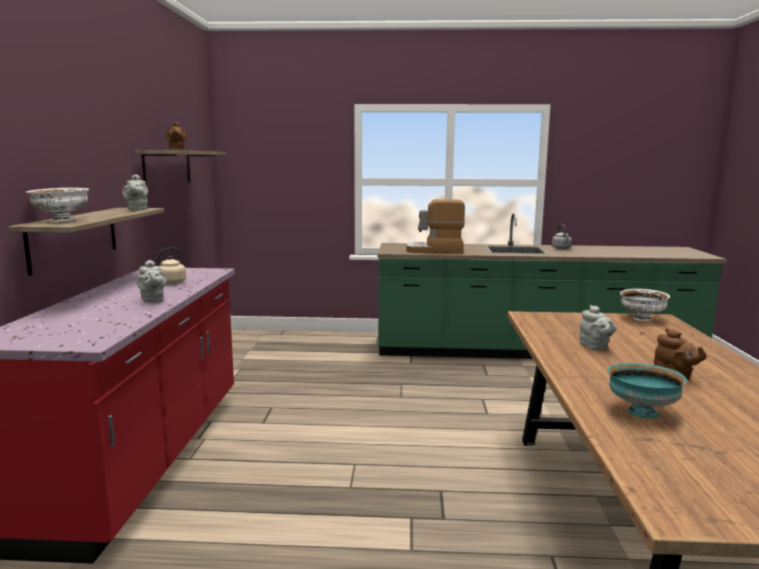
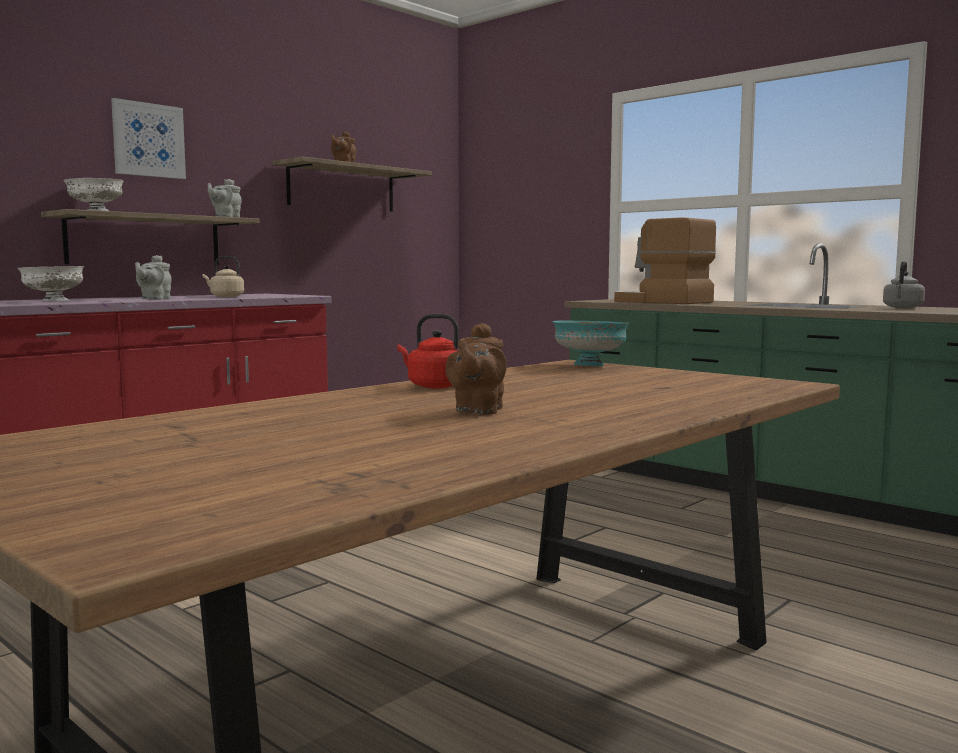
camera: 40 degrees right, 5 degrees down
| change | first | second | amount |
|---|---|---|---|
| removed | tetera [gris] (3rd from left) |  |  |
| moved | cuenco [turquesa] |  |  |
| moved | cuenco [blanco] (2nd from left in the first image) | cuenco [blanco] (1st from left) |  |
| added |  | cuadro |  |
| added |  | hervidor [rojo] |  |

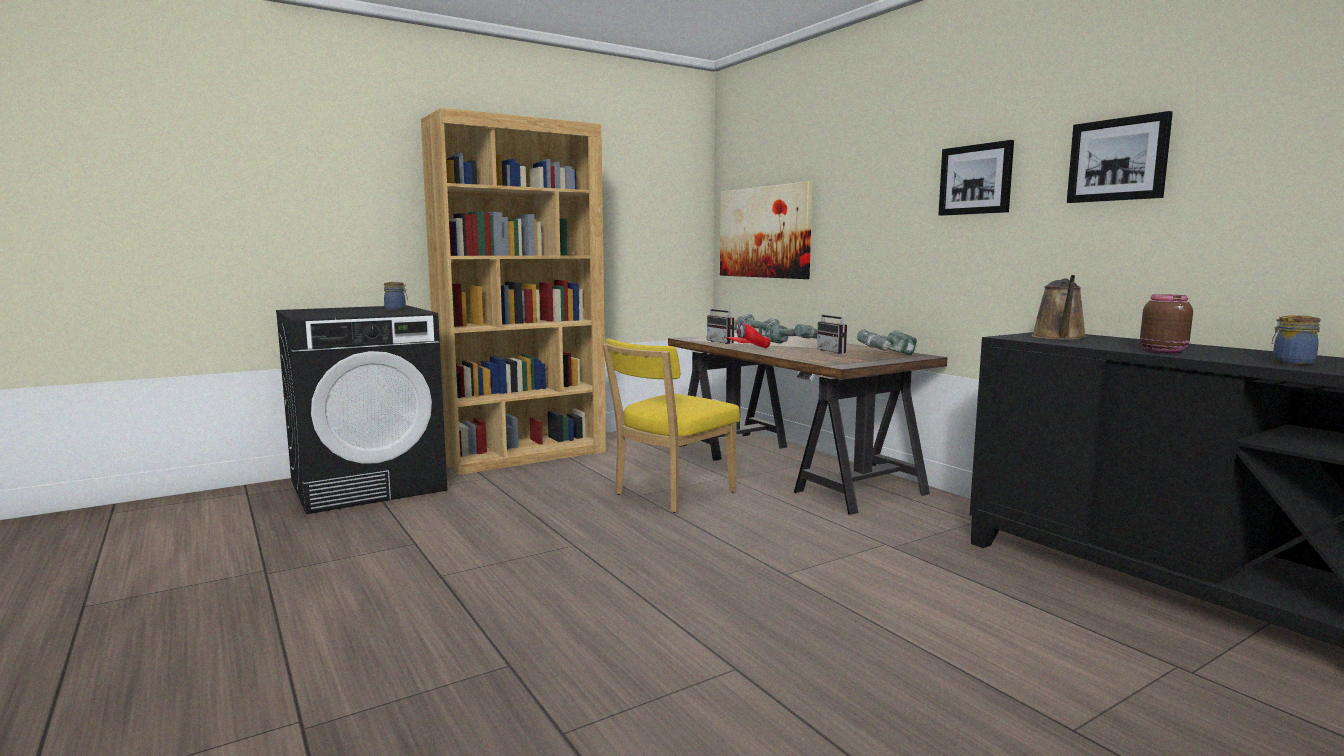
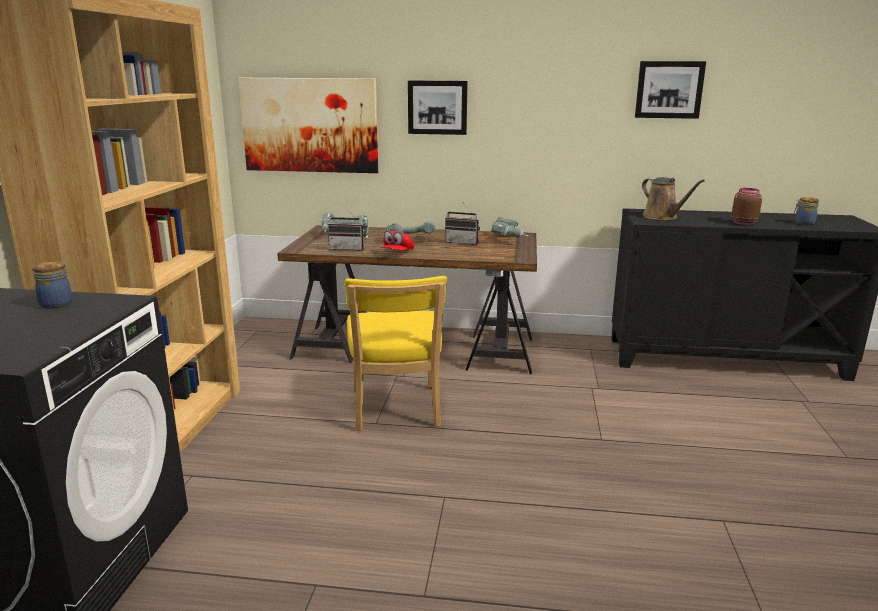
camera: 50 degrees left, 10 degrees up
| change | first | second | amount |
|---|---|---|---|
| moved | cuadro (2nd from left) |  |  |

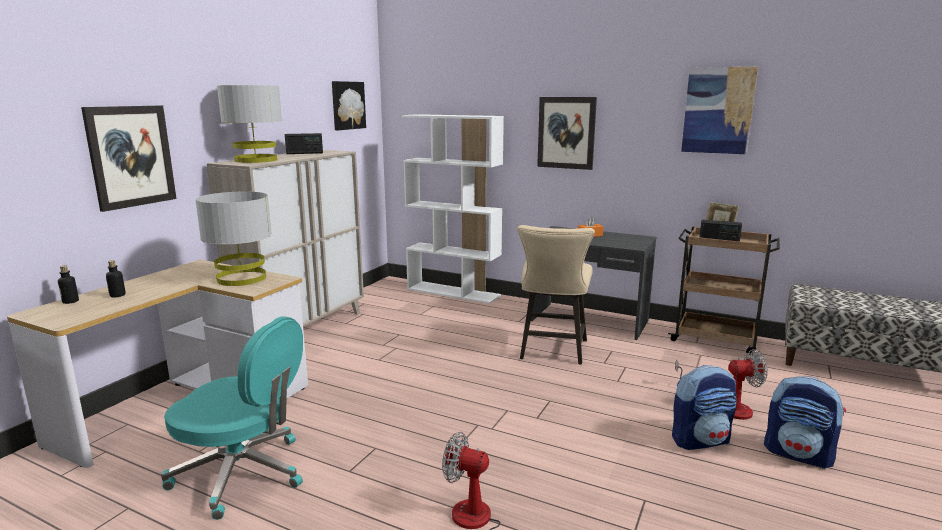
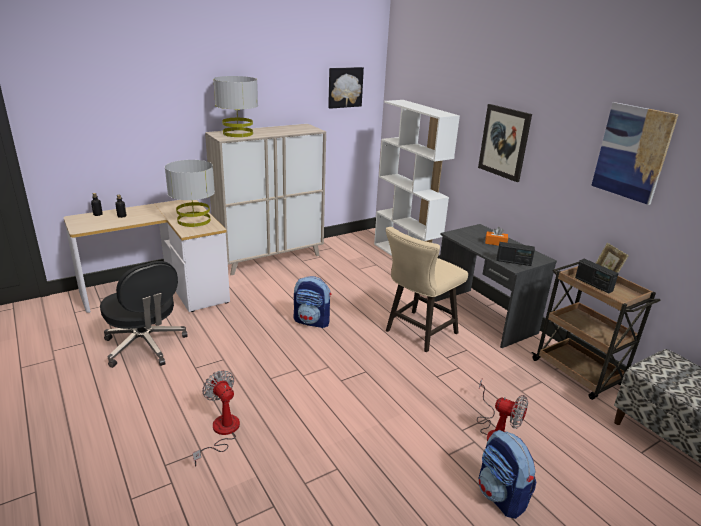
camera: 30 degrees right, 10 degrees up
| change | first | second | amount |
|---|---|---|---|
| removed | cuadro (1st from left) |  |  |
| recoloured | silla de oficina [turquesa] | silla de oficina [negro] |  |
| moved | radio (1st from left) |  |  |
| moved | mochila (1st from left) |  |  |

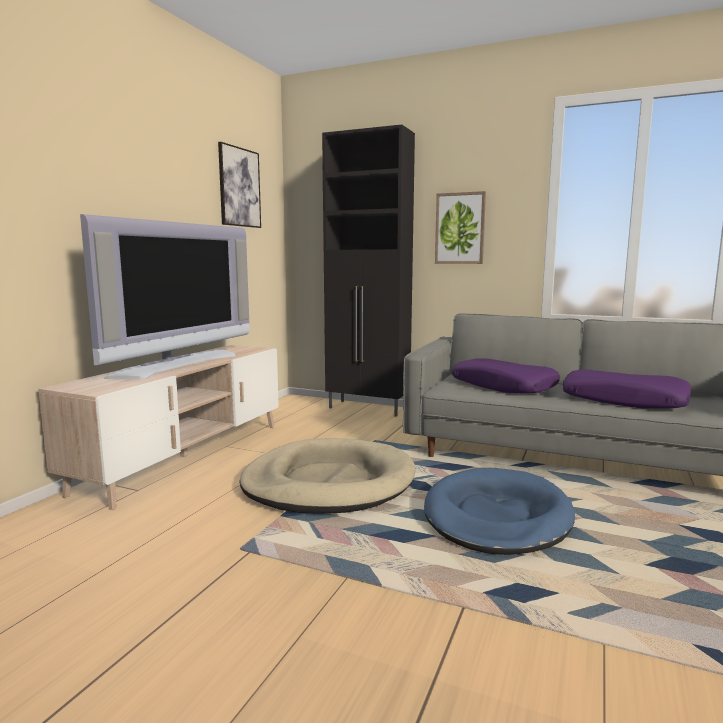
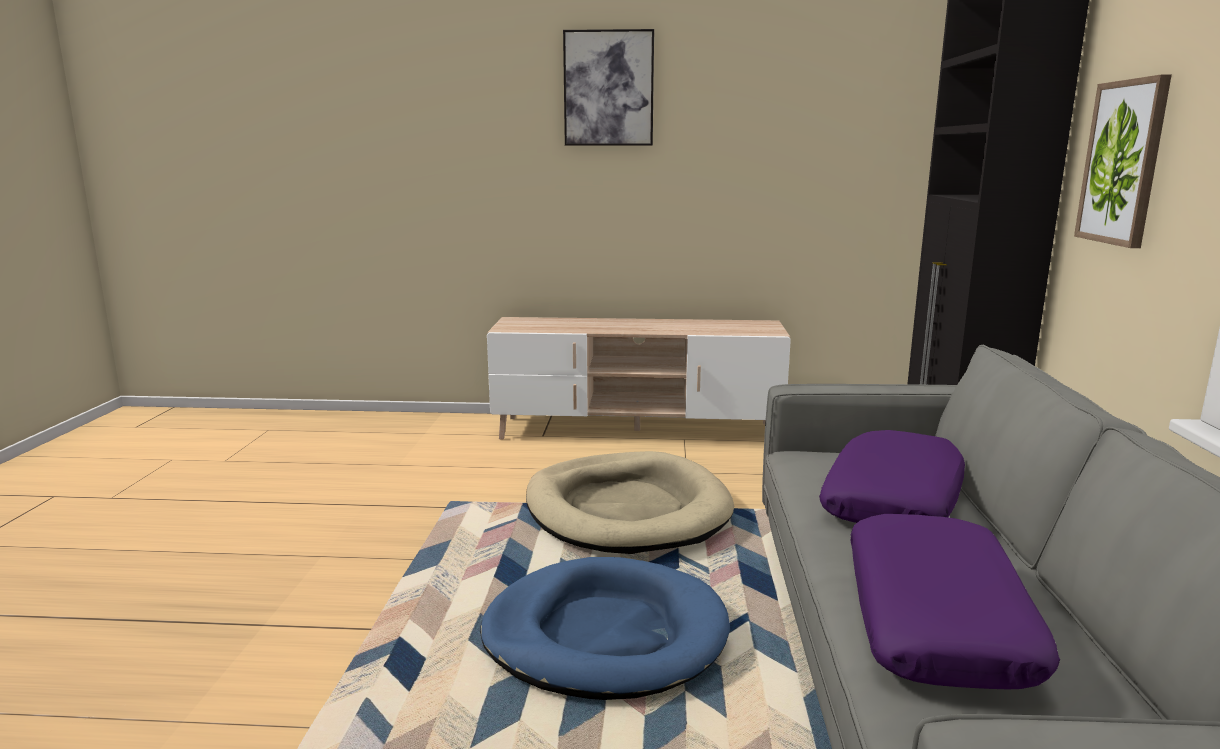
camera: 70 degrees right, 5 degrees up
| change | first | second | amount |
|---|---|---|---|
| removed | televisor |  |  |
| moved | cuadro (1st from left) |  |  |

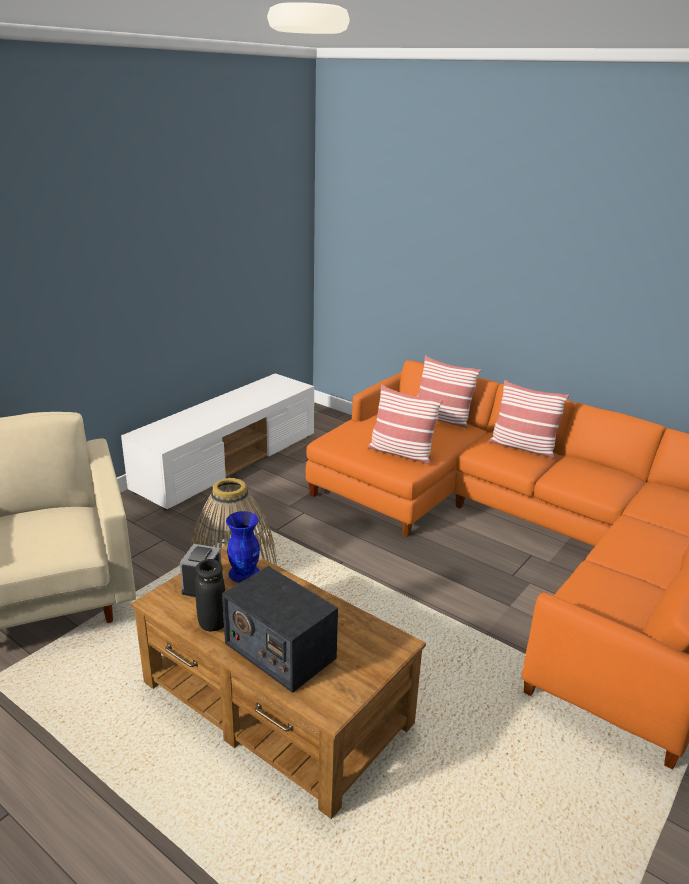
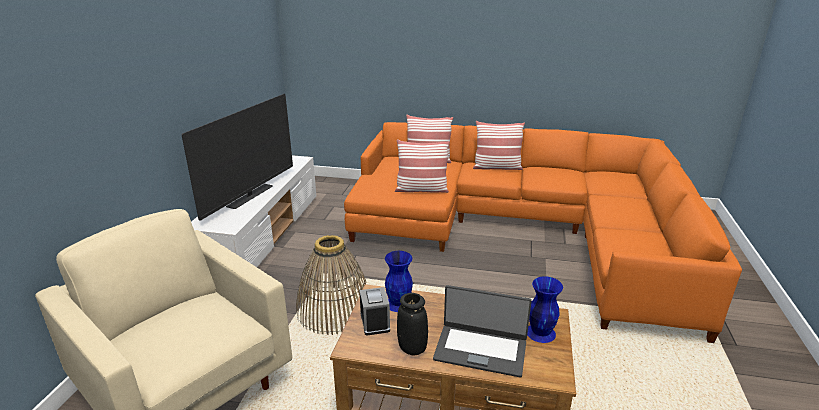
camera: 25 degrees left, 0 degrees up
| change | first | second | amount |
|---|---|---|---|
| replaced | radio | portátil |  |
| added |  | televisor |  |
| added |  | florero [azul] (2nd from left) |  |

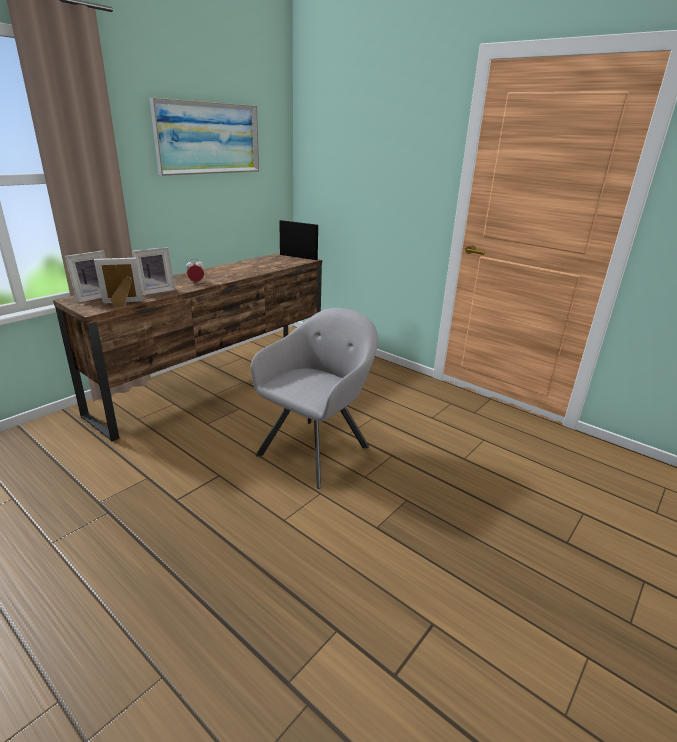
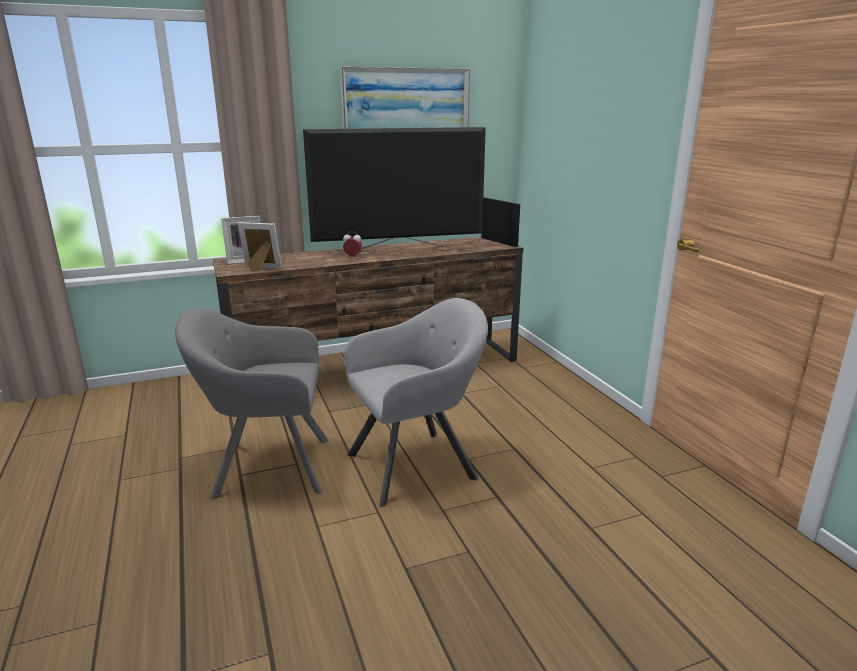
camera: 30 degrees right, 5 degrees down
| change | first | second | amount |
|---|---|---|---|
| removed | portarretratos (3rd from left) |  |  |
| added |  | sillón [gris] (1st from left) |  |
| added |  | televisor |  |

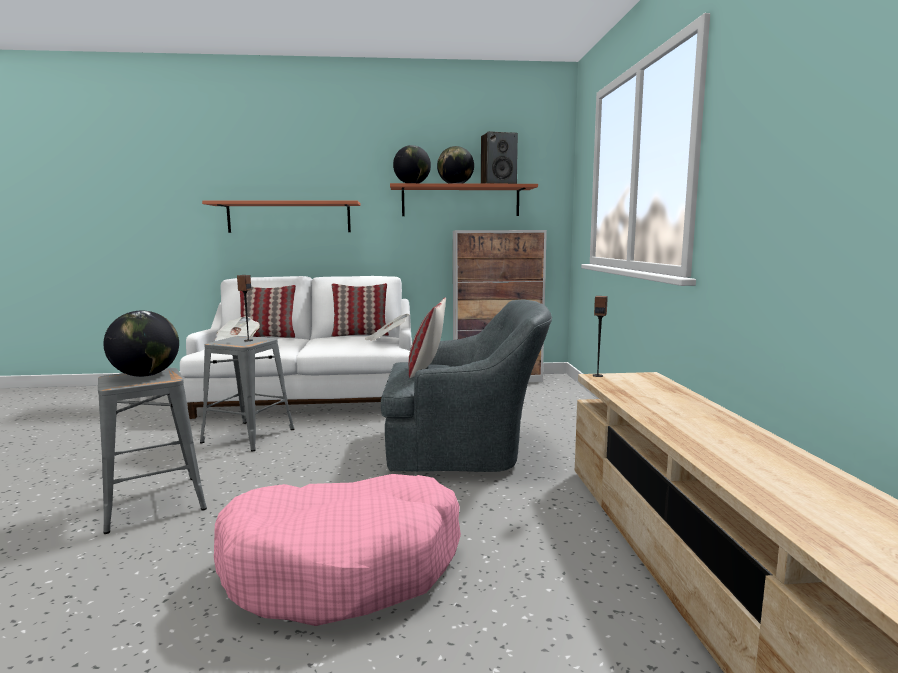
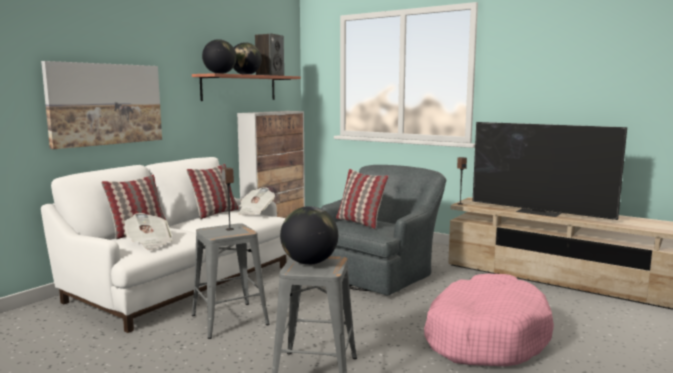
camera: 50 degrees left, 0 degrees up
| change | first | second | amount |
|---|---|---|---|
| replaced | estante (1st from left) | cuadro |  |
| added |  | televisor |  |

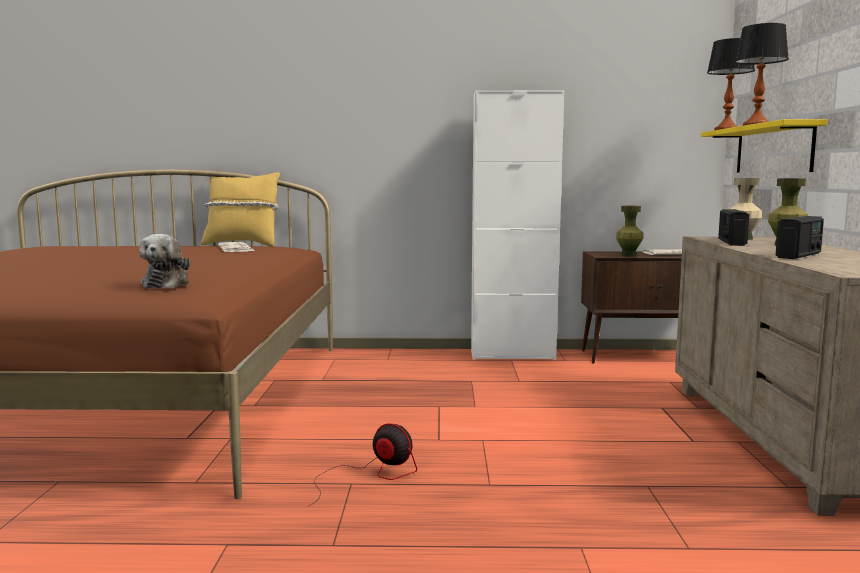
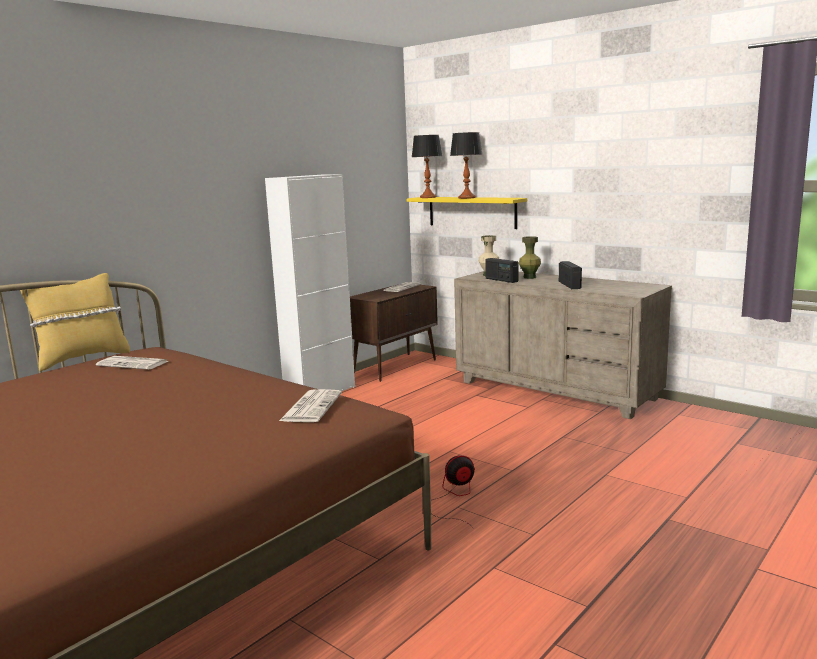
camera: 50 degrees left, 5 degrees up
| change | first | second | amount |
|---|---|---|---|
| replaced | peluche | periódico (2nd from left) |  |
| removed | florero [verde] (1st from left) |  |  |

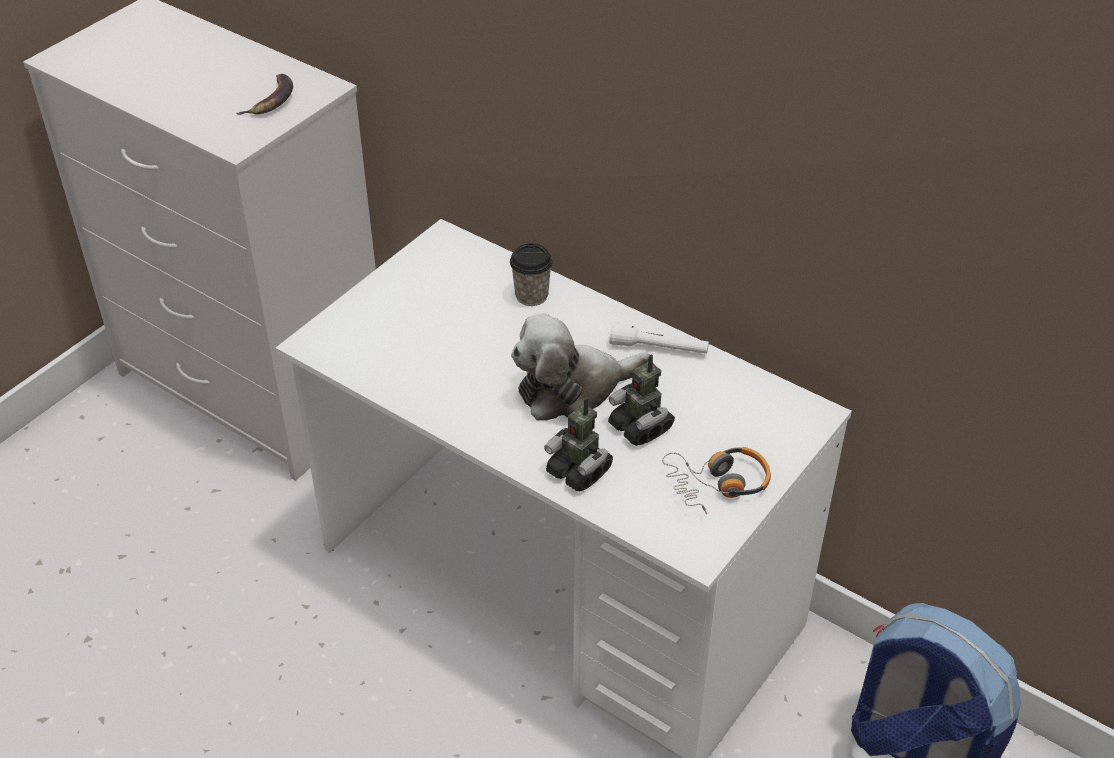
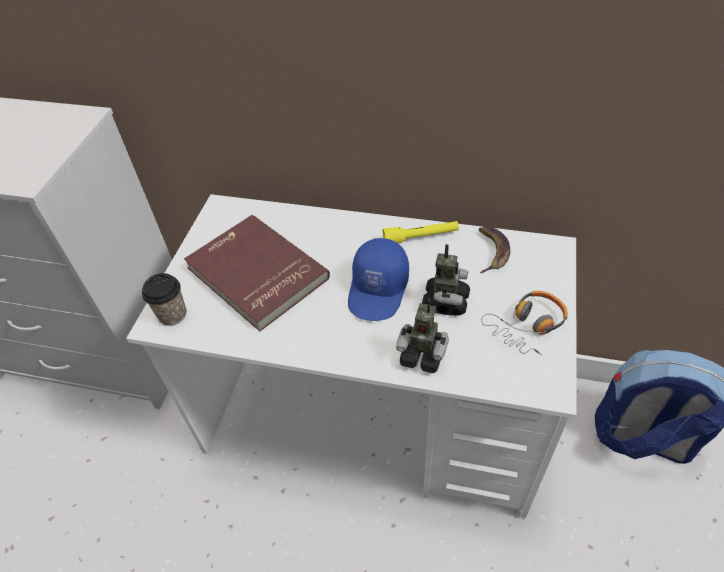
camera: 20 degrees left, 5 degrees up
| change | first | second | amount |
|---|---|---|---|
| moved | plátano |  |  |
| moved | taza |  |  |
| replaced | peluche | gorra [azul] |  |
| turned | robot de juguete (2nd from left) |  | 105 degrees counterclockwise |
| recoloured | linterna [blanco] | linterna [amarillo] |  |
| added |  | libro [rojo] |  |

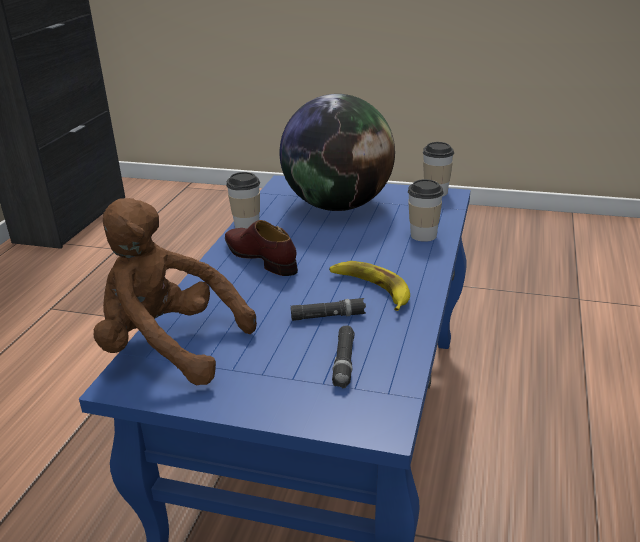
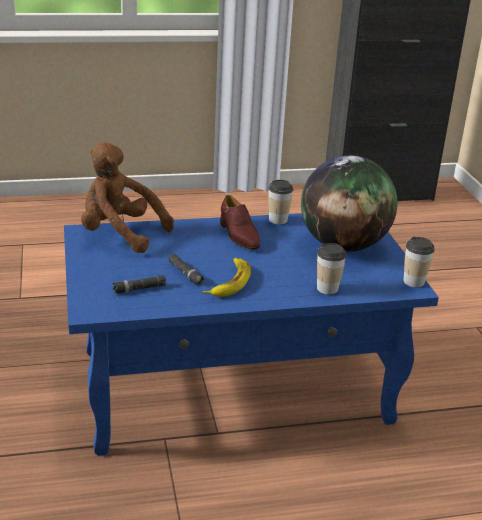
camera: 60 degrees right, 0 degrees up
| change | first | second | amount |
|---|---|---|---|
| turned | peluche [marrón] |  | 60 degrees counterclockwise |
| turned | zapato [marrón] |  | 135 degrees clockwise |

